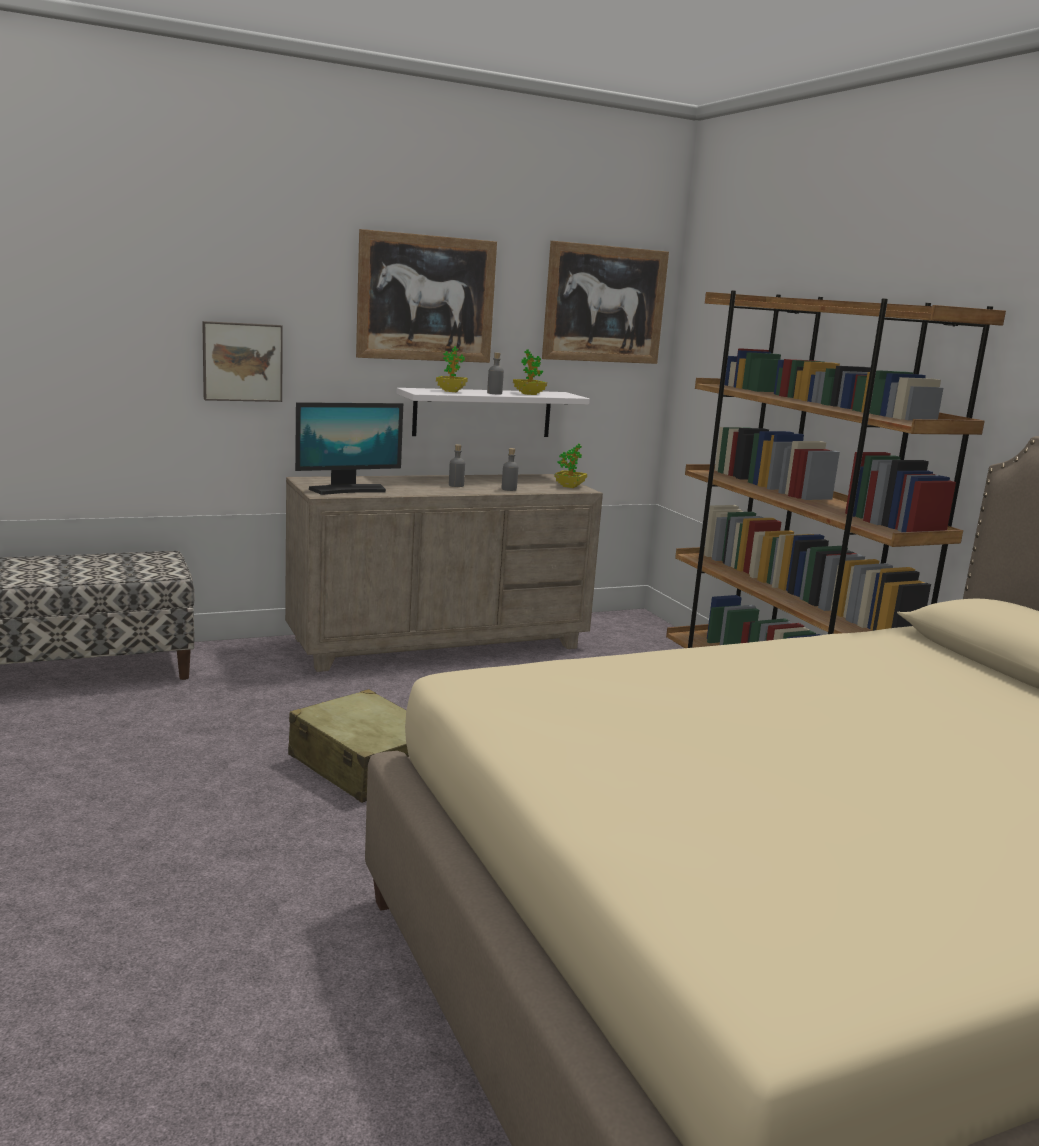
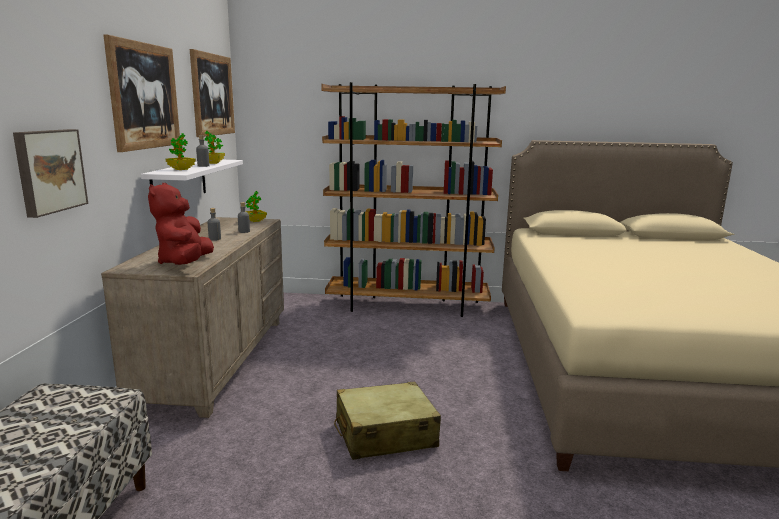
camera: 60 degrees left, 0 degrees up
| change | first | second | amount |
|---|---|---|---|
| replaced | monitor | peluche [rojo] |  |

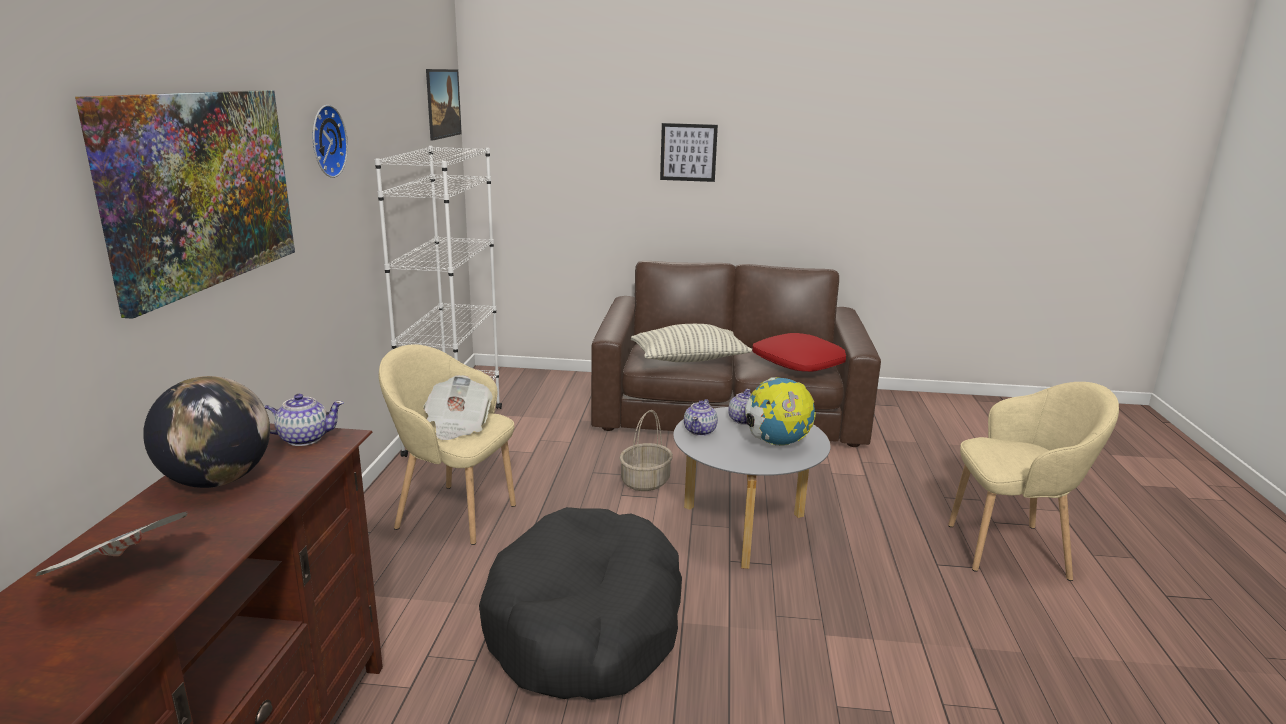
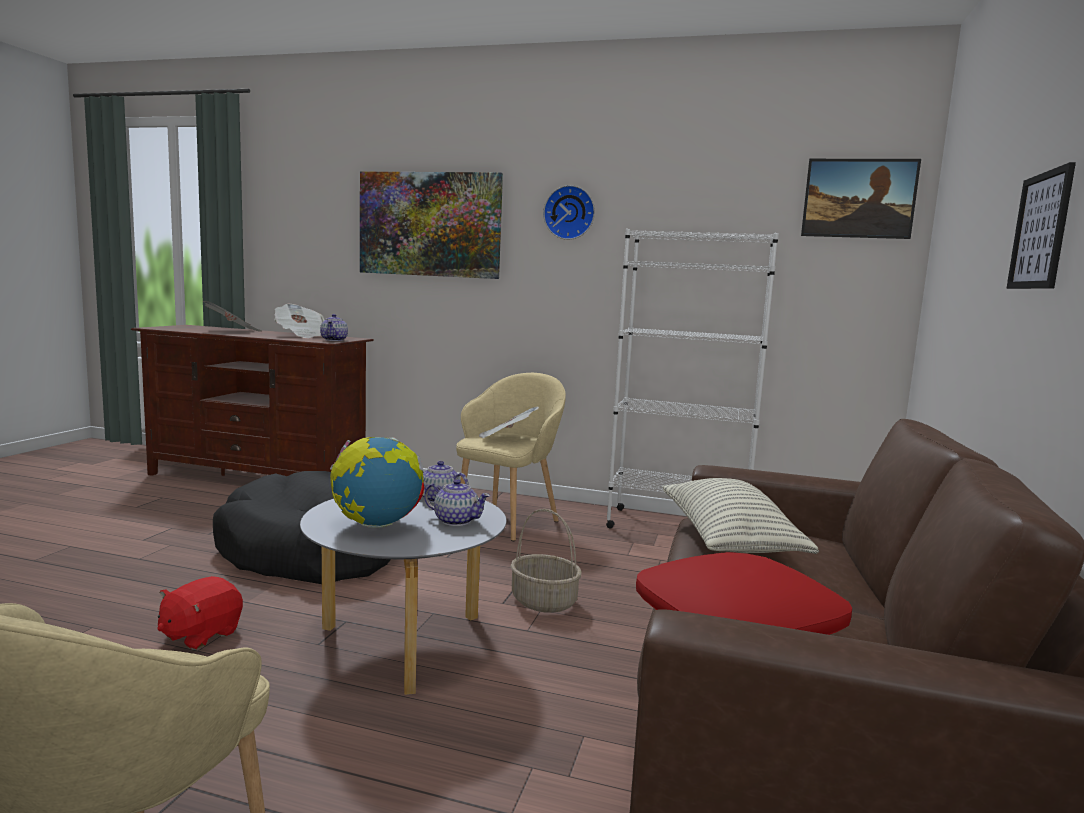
camera: 100 degrees right, 10 degrees down
| change | first | second | amount |
|---|---|---|---|
| replaced | globo terráqueo (1st from left) | periódico (2nd from left) |  |
| added |  | peluche [rojo] |  |

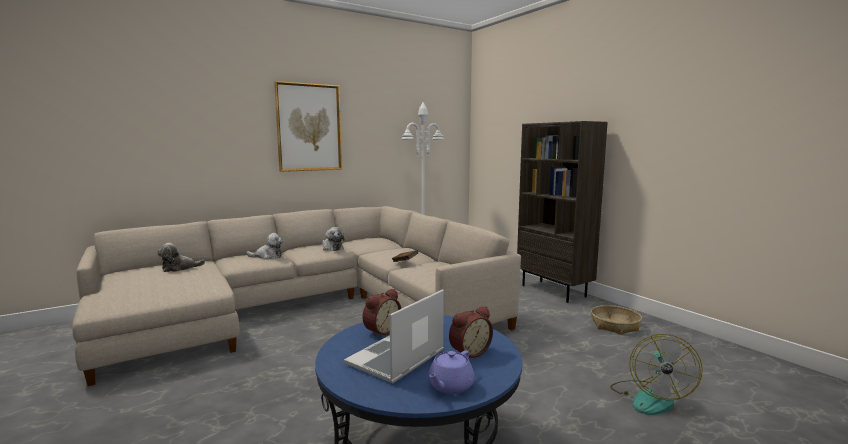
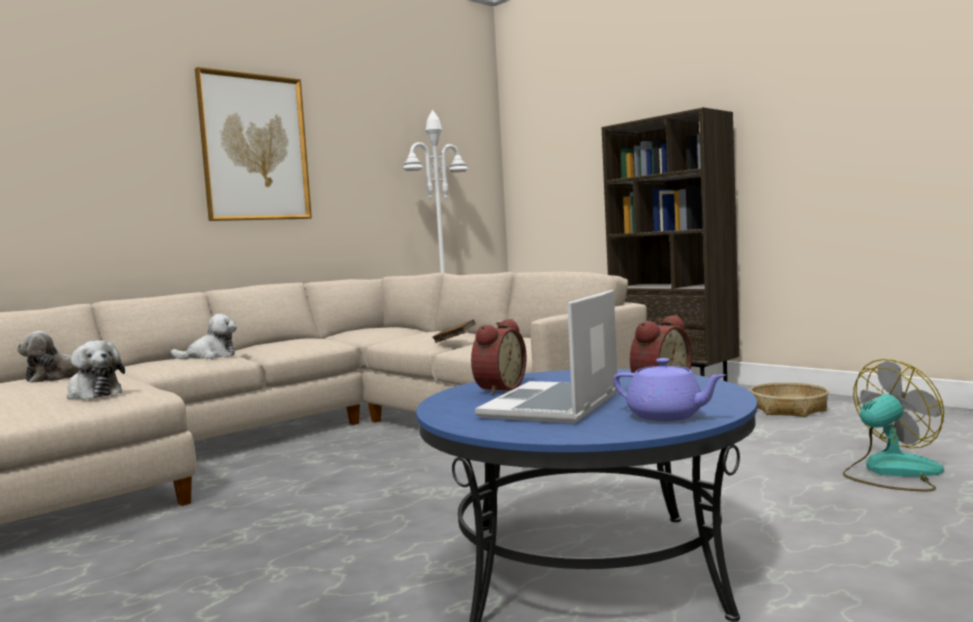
camera: 10 degrees left, 5 degrees down
| change | first | second | amount |
|---|---|---|---|
| moved | peluche (3rd from left in the first image) | peluche (2nd from left) |  |
| turned | tetera [morado] |  | 75 degrees counterclockwise |
| turned | ventilador |  | 120 degrees counterclockwise |

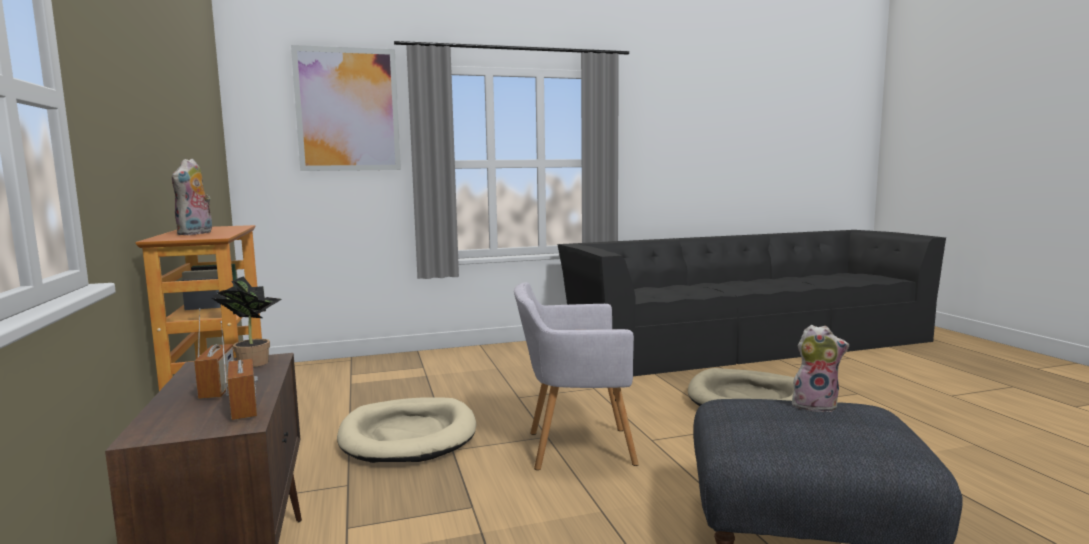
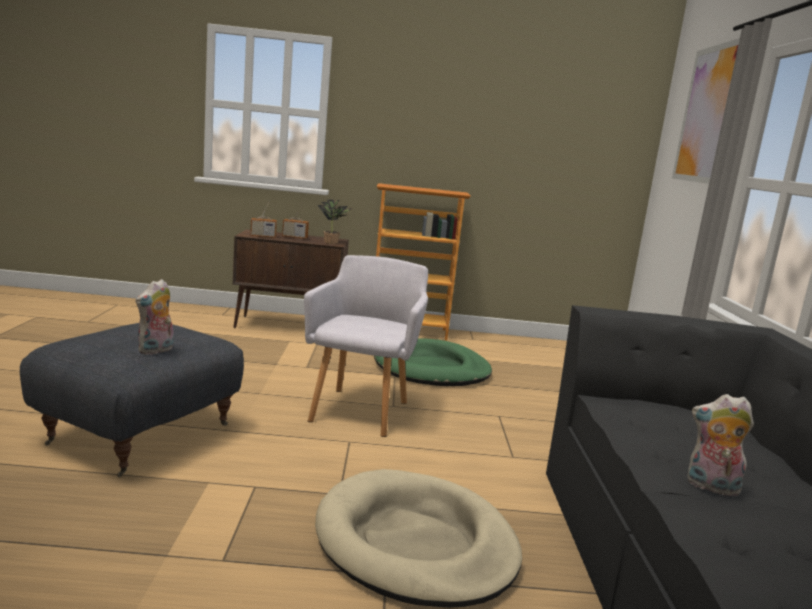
camera: 105 degrees right, 5 degrees up
| change | first | second | amount |
|---|---|---|---|
| moved | peluche (1st from left in the first image) | peluche (2nd from left) |  |
| recoloured | cama para perro [beis] (1st from left) | cama para perro [verde] |  |

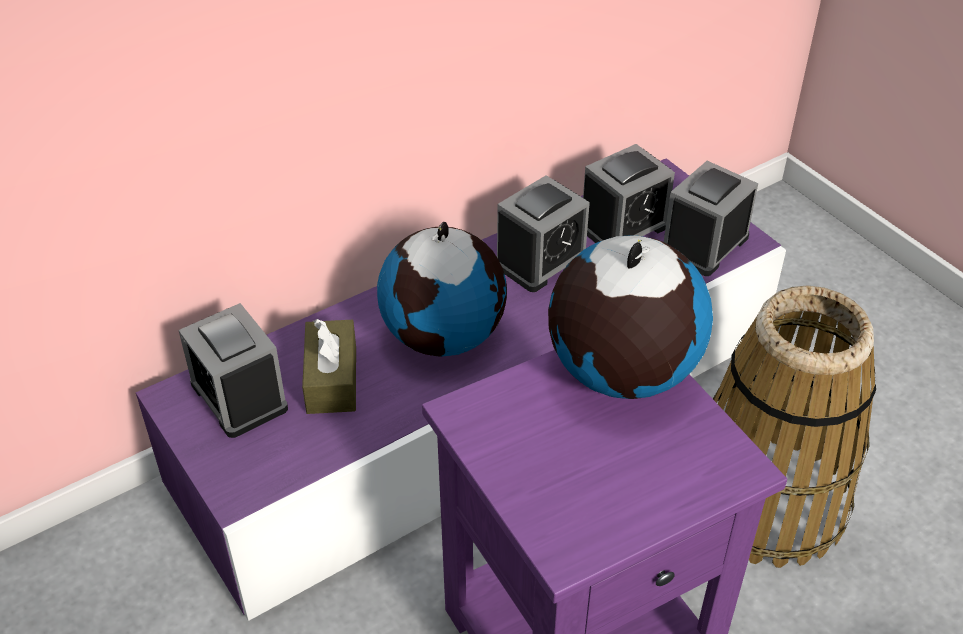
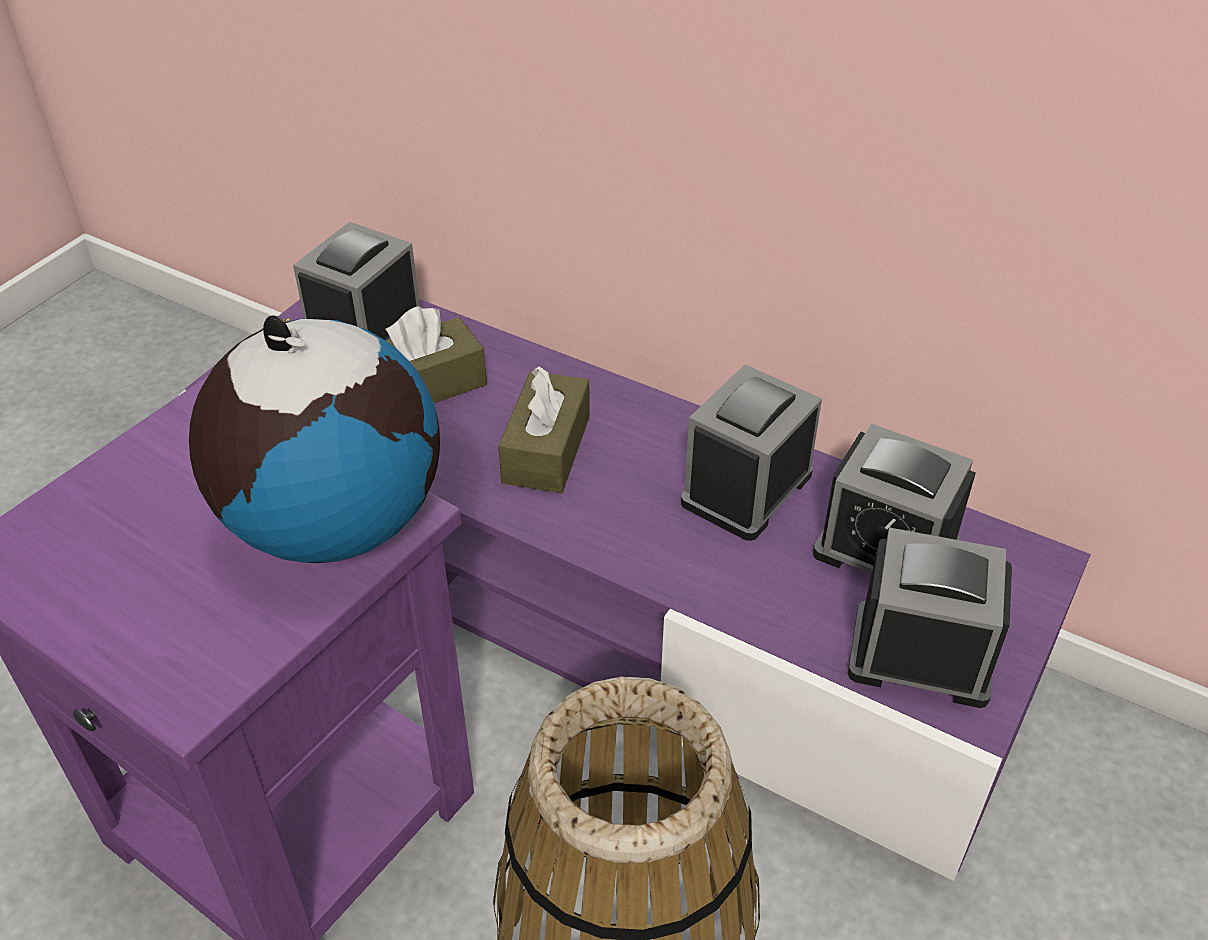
camera: 65 degrees right, 0 degrees up
| change | first | second | amount |
|---|---|---|---|
| replaced | globo terráqueo (1st from left) | caja de pañuelos [marrón] (2nd from left) |  |
| turned | despertador (2nd from left) |  | 105 degrees clockwise |

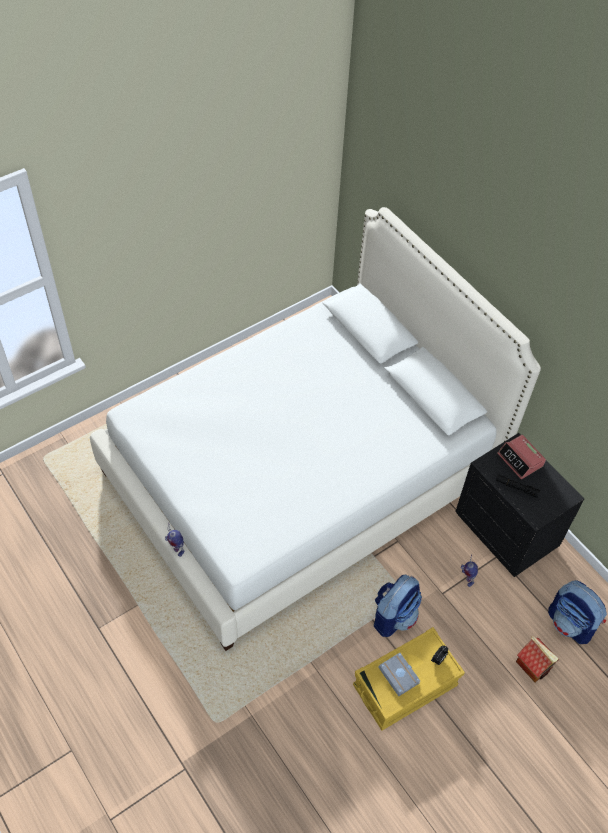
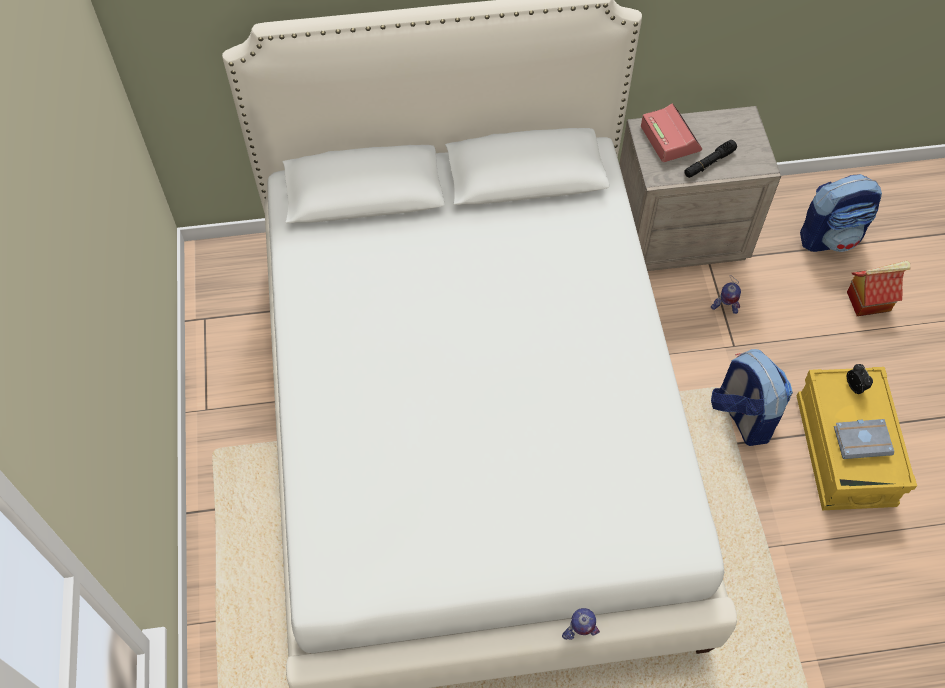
camera: 60 degrees left, 5 degrees up
| change | first | second | amount |
|---|---|---|---|
| recoloured | mesita de noche [negro] | mesita de noche [beis] |  |
| turned | despertador (2nd from left in the first image) | despertador (1st from left) | 105 degrees counterclockwise |

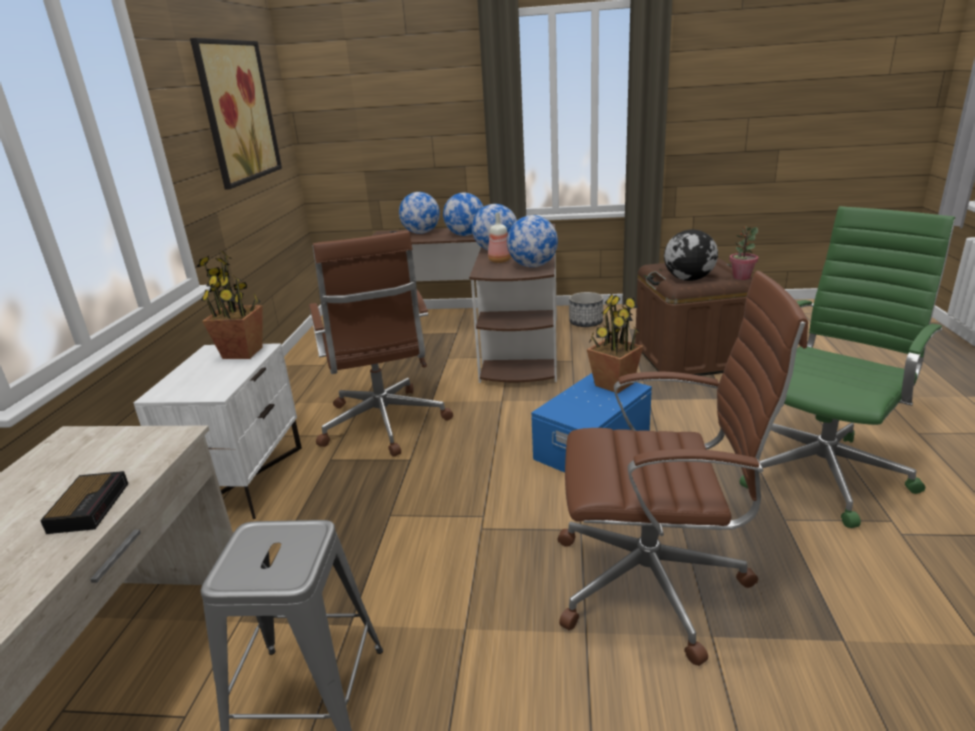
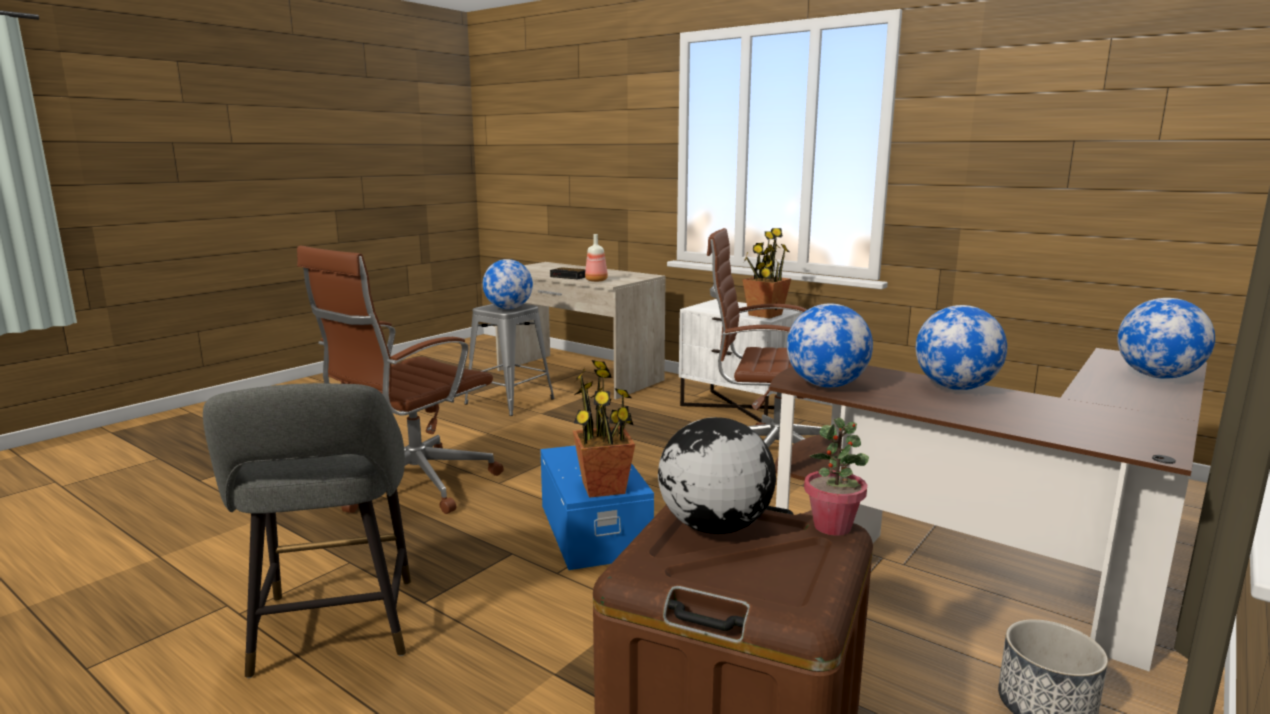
camera: 120 degrees right, 10 degrees down
| change | first | second | amount |
|---|---|---|---|
| removed | cuadro |  |  |
| moved | globo terráqueo (2nd from left in the first image) | globo terráqueo (1st from left) |  |
| moved | botella |  |  |
| moved | planta en maceta (3rd from left) |  |  |
| replaced | silla de oficina [verde] | taburete [gris] (1st from left) |  |

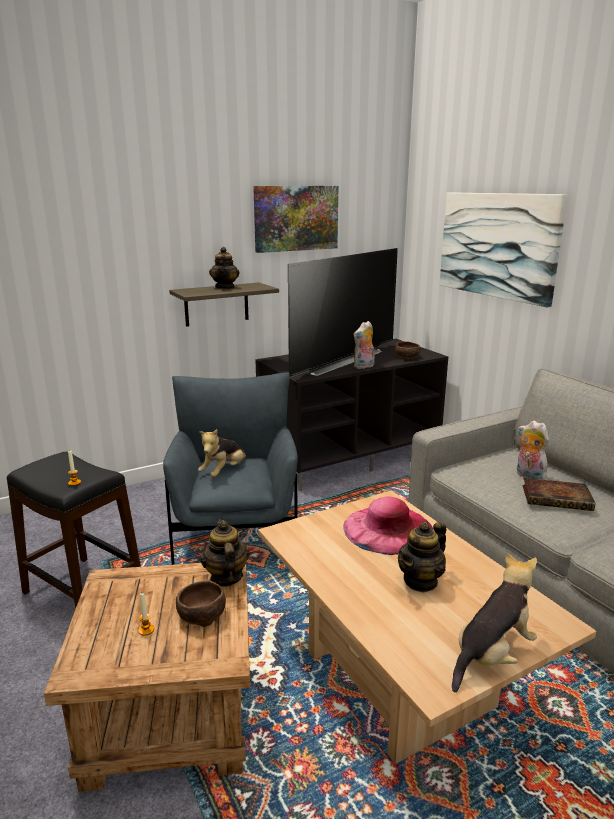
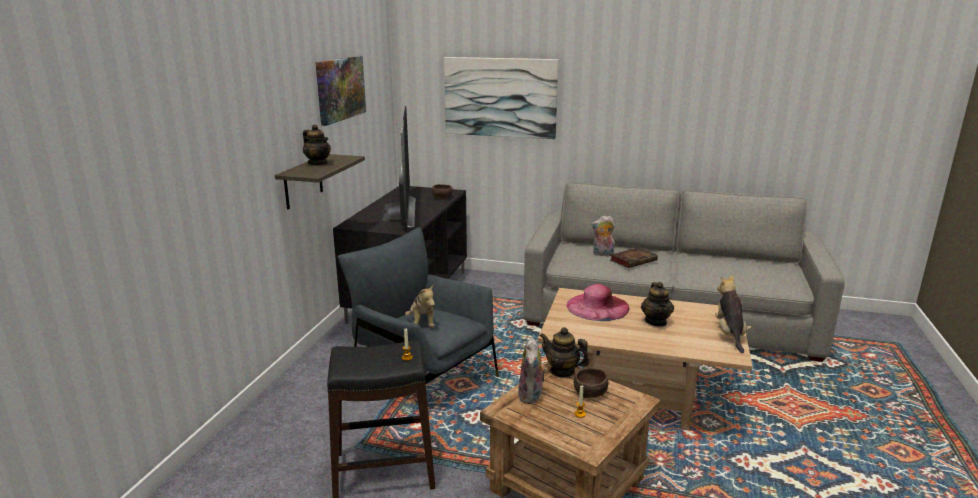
camera: 45 degrees left, 0 degrees up
| change | first | second | amount |
|---|---|---|---|
| moved | peluche (2nd from left) |  |  |

